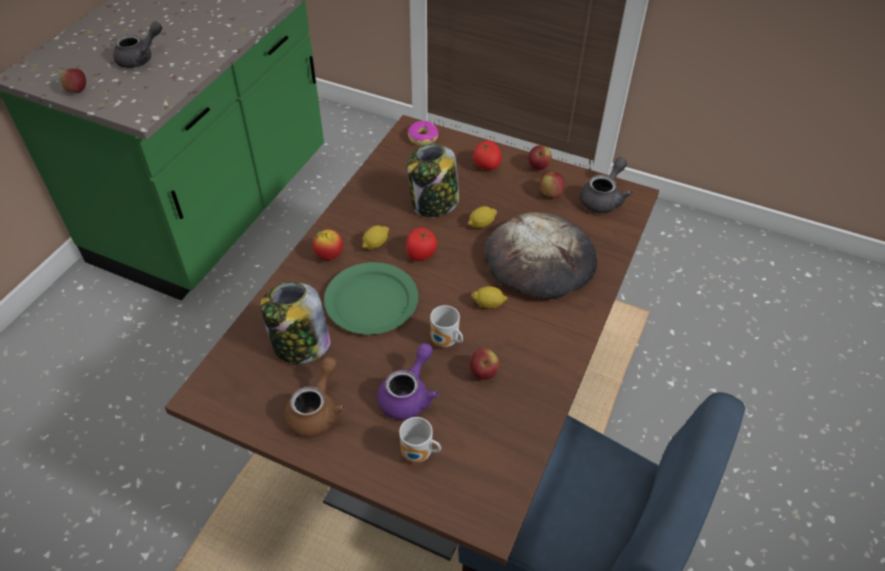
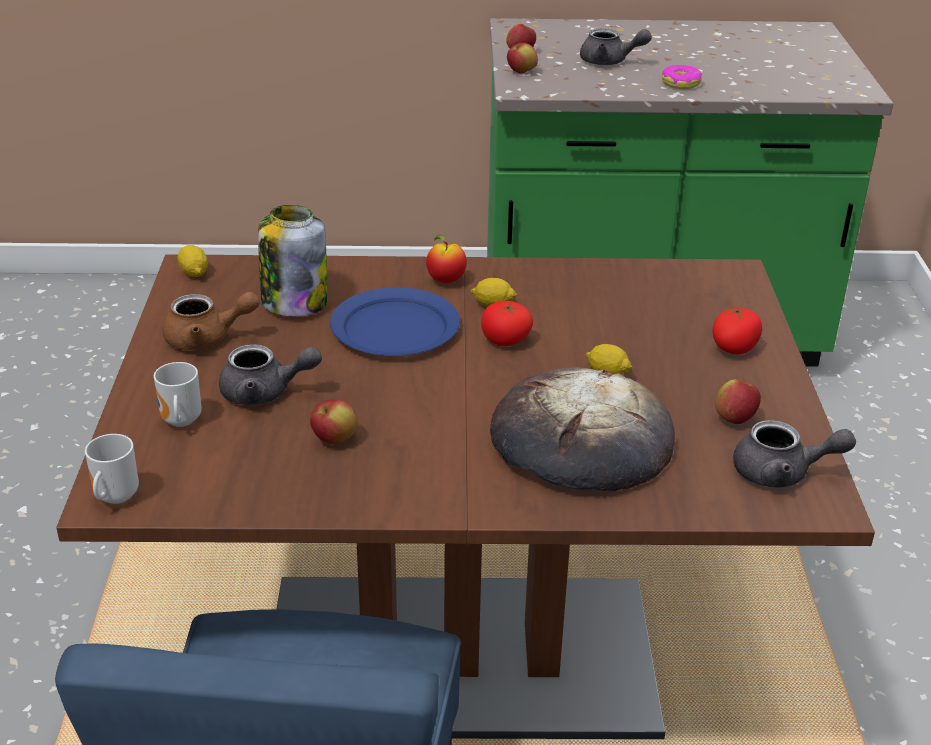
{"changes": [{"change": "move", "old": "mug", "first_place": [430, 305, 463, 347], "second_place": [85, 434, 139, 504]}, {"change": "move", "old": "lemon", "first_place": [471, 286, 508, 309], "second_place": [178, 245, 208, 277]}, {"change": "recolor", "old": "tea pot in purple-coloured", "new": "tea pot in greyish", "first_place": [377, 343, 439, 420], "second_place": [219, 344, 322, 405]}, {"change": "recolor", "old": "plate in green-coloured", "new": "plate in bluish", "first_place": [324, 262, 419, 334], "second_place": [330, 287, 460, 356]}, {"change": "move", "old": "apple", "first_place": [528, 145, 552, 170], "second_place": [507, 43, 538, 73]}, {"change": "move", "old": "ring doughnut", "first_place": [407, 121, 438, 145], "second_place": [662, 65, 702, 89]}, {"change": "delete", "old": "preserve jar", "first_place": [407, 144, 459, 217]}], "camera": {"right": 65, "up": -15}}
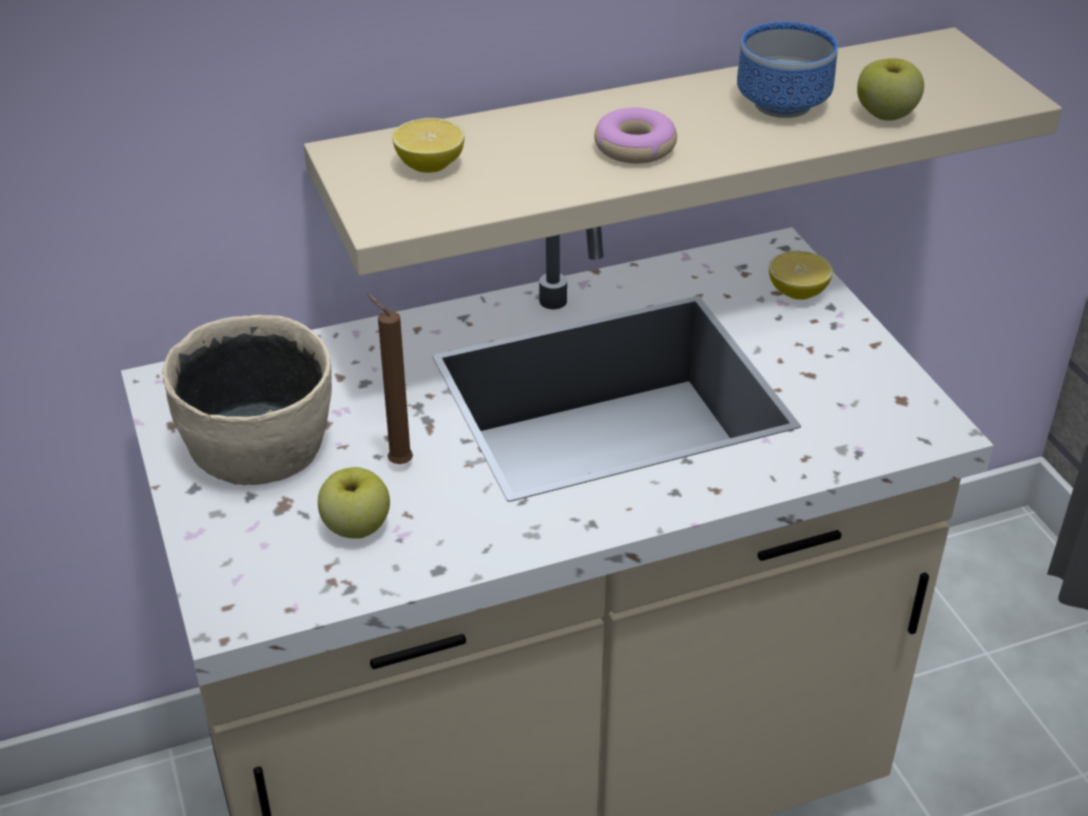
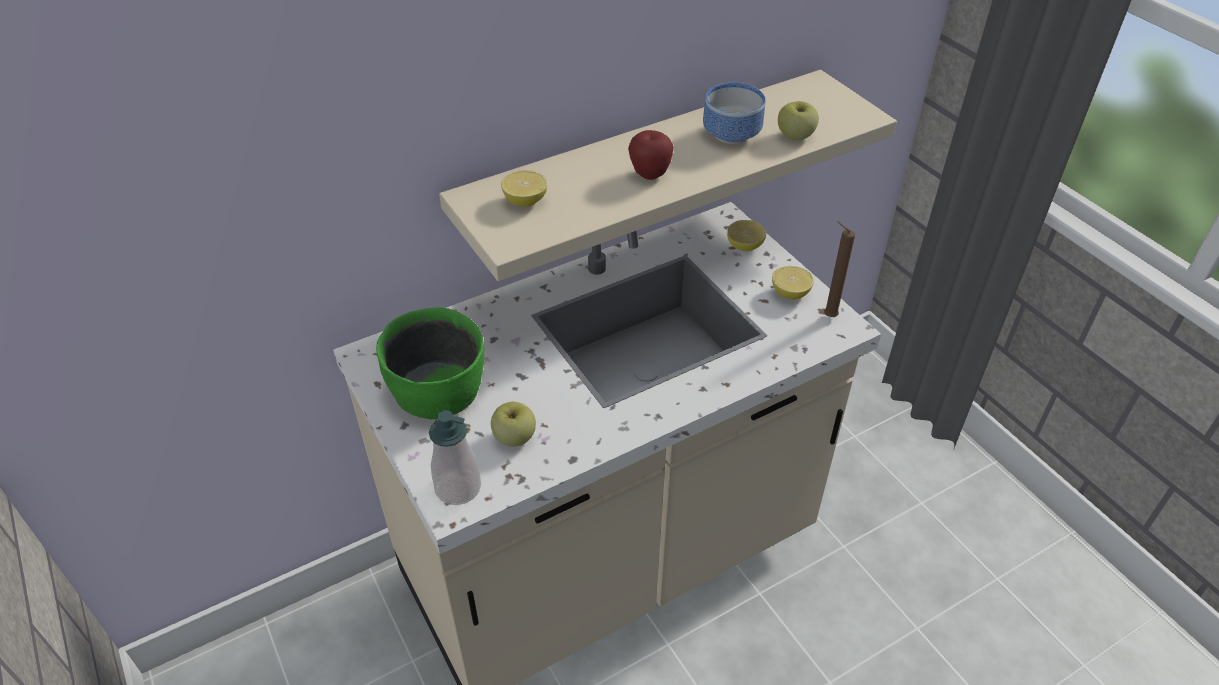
{"changes": [{"change": "recolor", "old": "deep dish in beige-coloured", "new": "deep dish in green-coloured", "first_place": [162, 315, 332, 485], "second_place": [376, 308, 484, 420]}, {"change": "insert", "new": "soap bottle", "second_place": [429, 410, 481, 505]}, {"change": "replace", "old": "ring doughnut", "new": "apple", "first_place": [594, 108, 677, 164], "second_place": [628, 130, 674, 180]}, {"change": "insert", "new": "lemon", "second_place": [772, 266, 814, 300]}, {"change": "move", "old": "candle in brown", "first_place": [367, 293, 413, 464], "second_place": [824, 221, 855, 317]}], "camera": {"right": -10, "up": 5}}
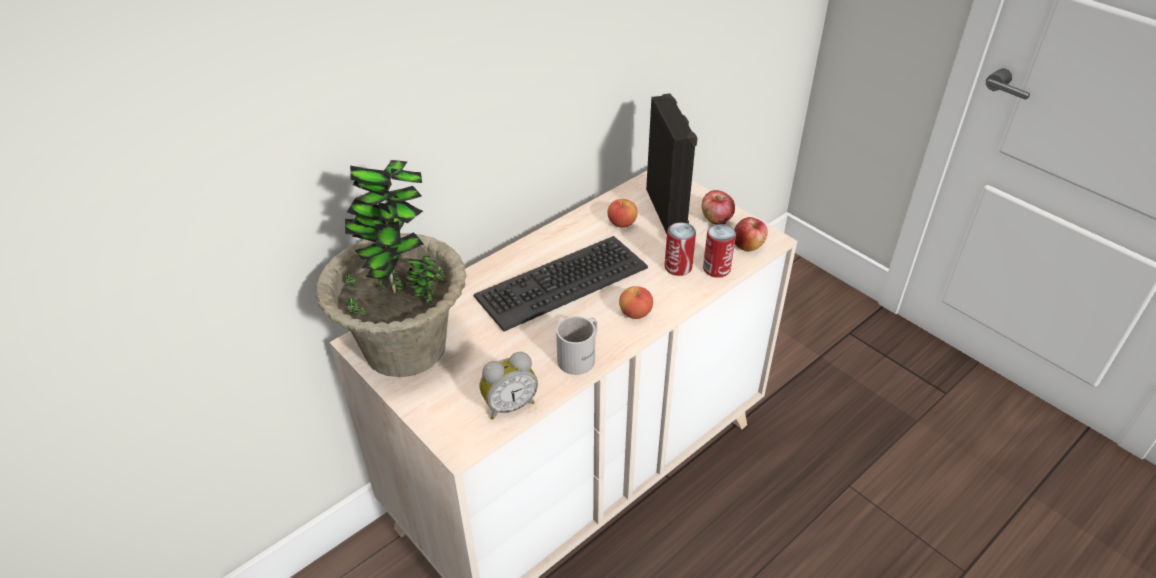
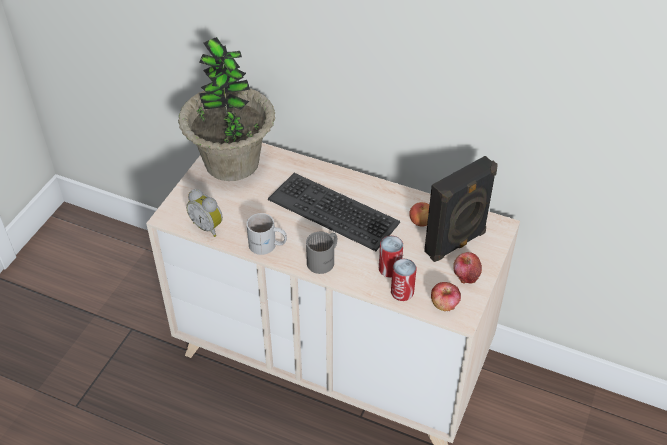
{"changes": [{"change": "replace", "old": "apple", "new": "mug in greyish", "first_place": [619, 286, 653, 319], "second_place": [306, 232, 337, 274]}], "camera": {"right": 65, "up": 5}}
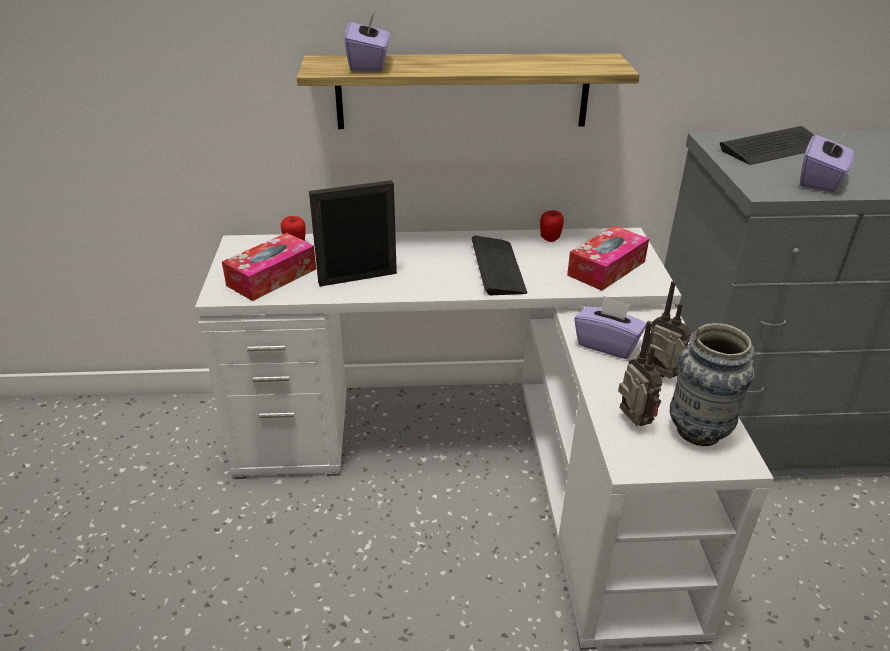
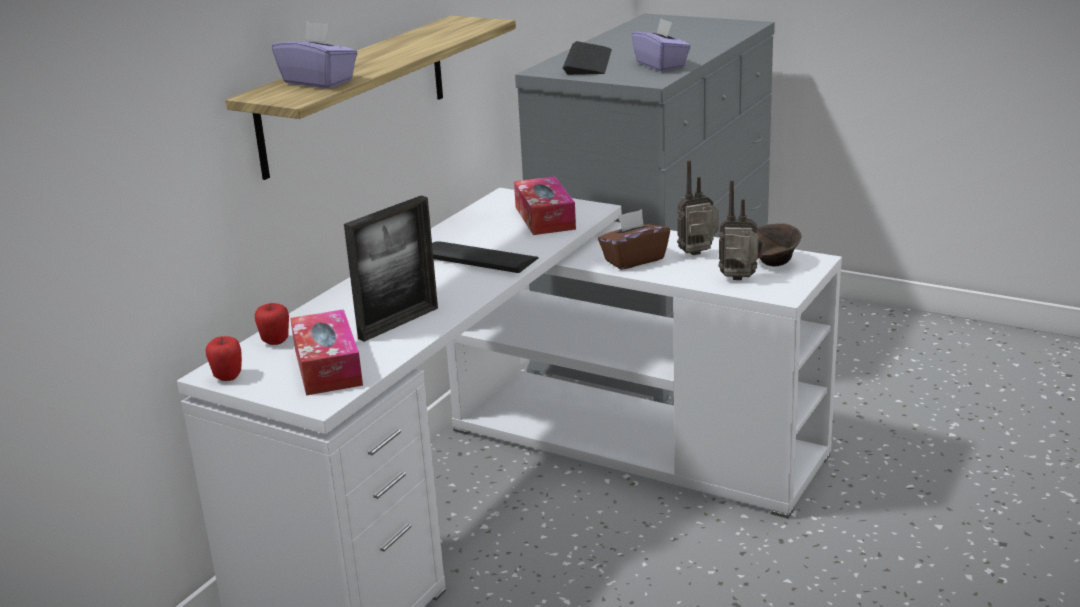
{"changes": [{"change": "move", "old": "apple", "first_place": [540, 210, 564, 242], "second_place": [205, 336, 242, 381]}, {"change": "rotate", "old": "picture frame", "first_place": [309, 180, 397, 287], "second_place": [344, 195, 438, 342], "degrees": -150}, {"change": "recolor", "old": "box of tissues in purple-coloured", "new": "box of tissues in brown", "first_place": [574, 296, 647, 359], "second_place": [598, 209, 670, 270]}, {"change": "replace", "old": "vase", "new": "deep dish in brown", "first_place": [670, 323, 755, 446], "second_place": [757, 224, 802, 267]}], "camera": {"right": -55, "up": -10}}
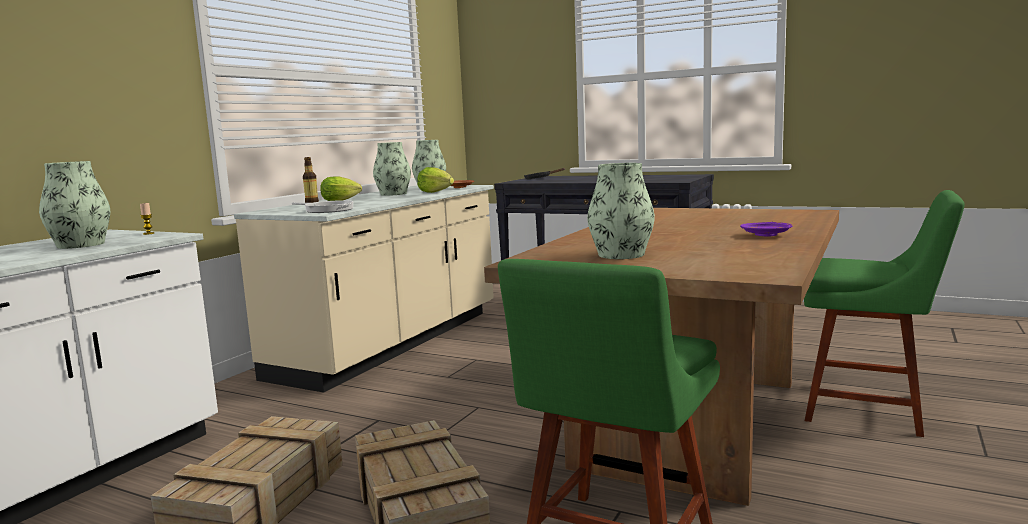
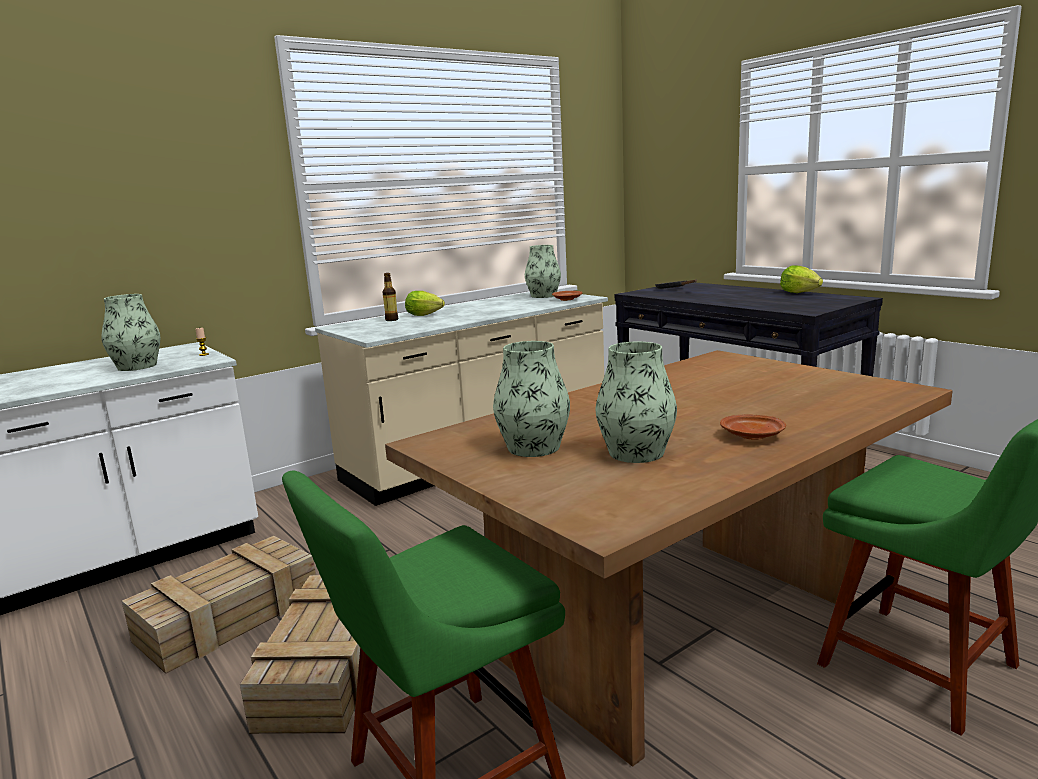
{"changes": [{"change": "move", "old": "vase", "first_place": [373, 142, 411, 196], "second_place": [595, 342, 677, 463]}, {"change": "recolor", "old": "plate in purple-coloured", "new": "plate in brown", "first_place": [740, 222, 792, 237], "second_place": [720, 415, 786, 440]}, {"change": "move", "old": "lettuce", "first_place": [418, 167, 454, 193], "second_place": [780, 265, 823, 293]}, {"change": "delete", "old": "pan", "first_place": [292, 200, 353, 213]}], "camera": {"right": 25, "up": 5}}
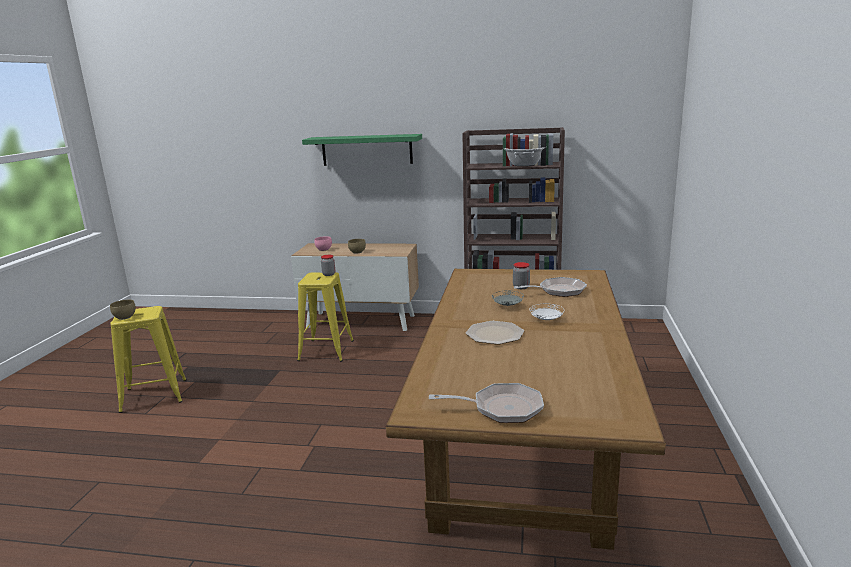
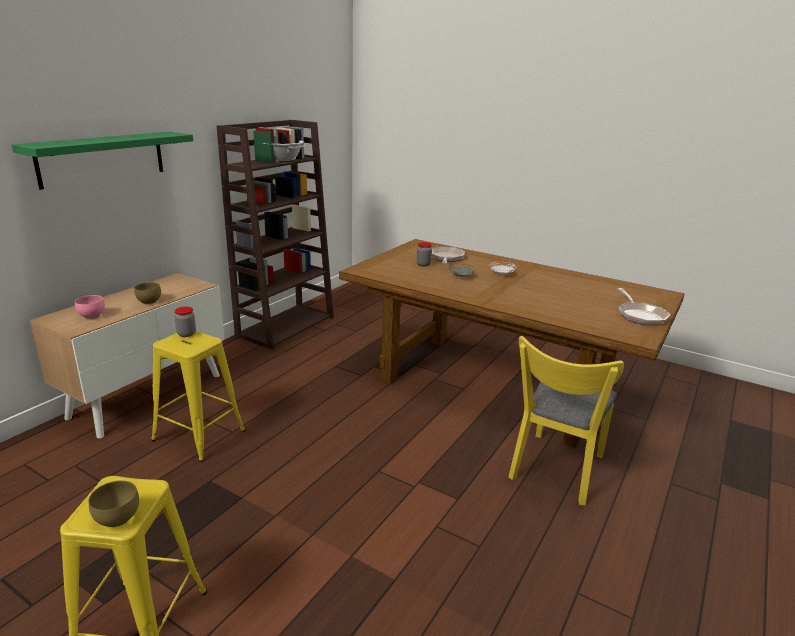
{"changes": [{"change": "insert", "new": "chair in yellowish", "second_place": [508, 336, 624, 505]}, {"change": "rotate", "old": "pan", "first_place": [429, 383, 544, 423], "second_place": [617, 288, 670, 325], "degrees": 150}, {"change": "delete", "old": "plate", "first_place": [466, 321, 524, 345]}], "camera": {"right": -70, "up": 5}}
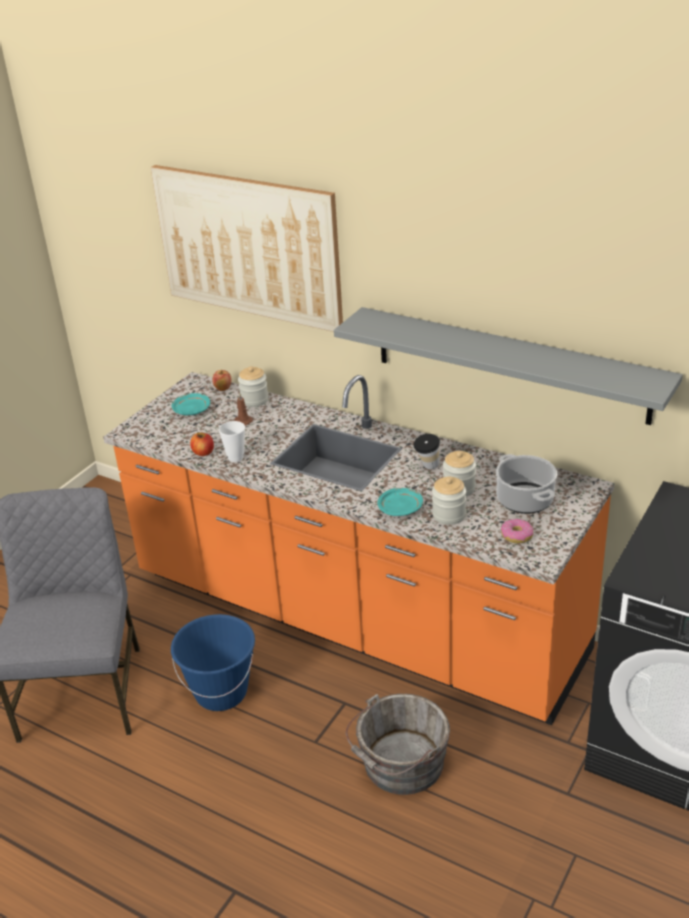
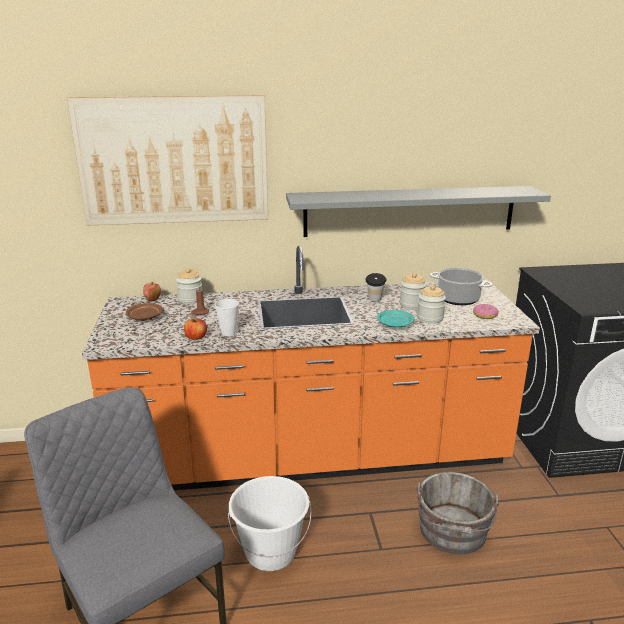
{"changes": [{"change": "recolor", "old": "plate in blue-green", "new": "plate in brown", "first_place": [171, 393, 210, 415], "second_place": [126, 303, 163, 321]}, {"change": "recolor", "old": "pail in bluish", "new": "pail in white", "first_place": [171, 614, 255, 711], "second_place": [228, 476, 312, 571]}], "camera": {"right": -40, "up": -10}}
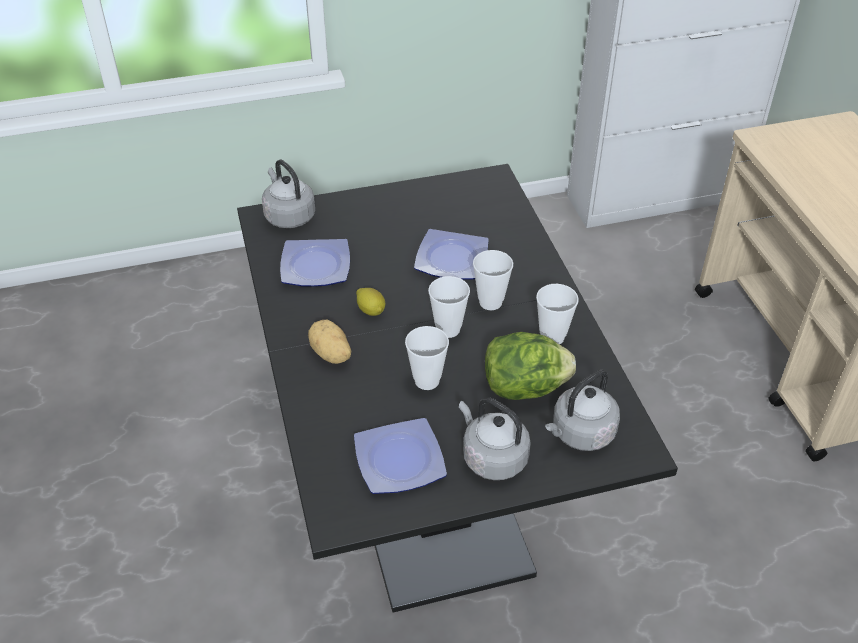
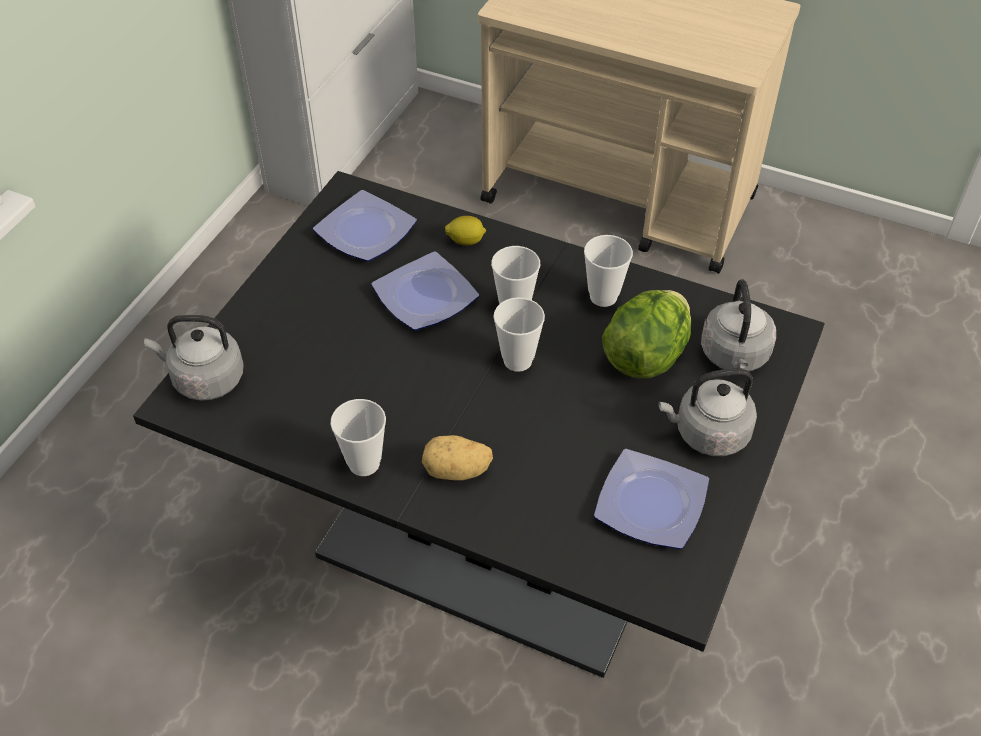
{"changes": [{"change": "move", "old": "plate", "first_place": [280, 239, 350, 287], "second_place": [313, 190, 417, 261]}, {"change": "move", "old": "cup", "first_place": [405, 326, 449, 390], "second_place": [330, 399, 386, 476]}, {"change": "move", "old": "lemon", "first_place": [356, 288, 385, 316], "second_place": [445, 216, 486, 246]}], "camera": {"right": -50, "up": 5}}
